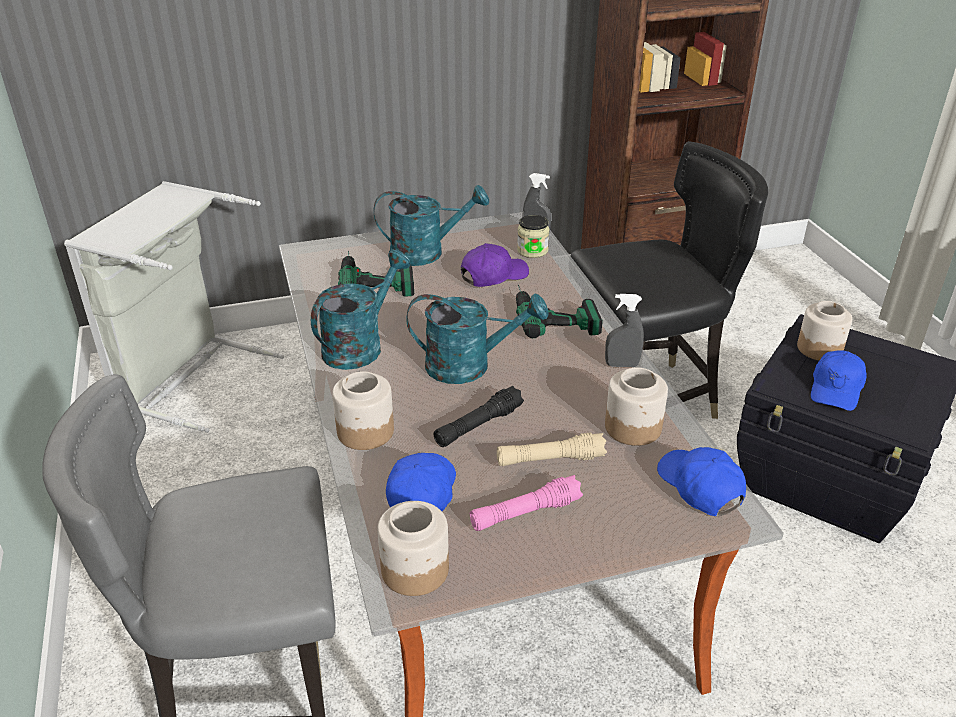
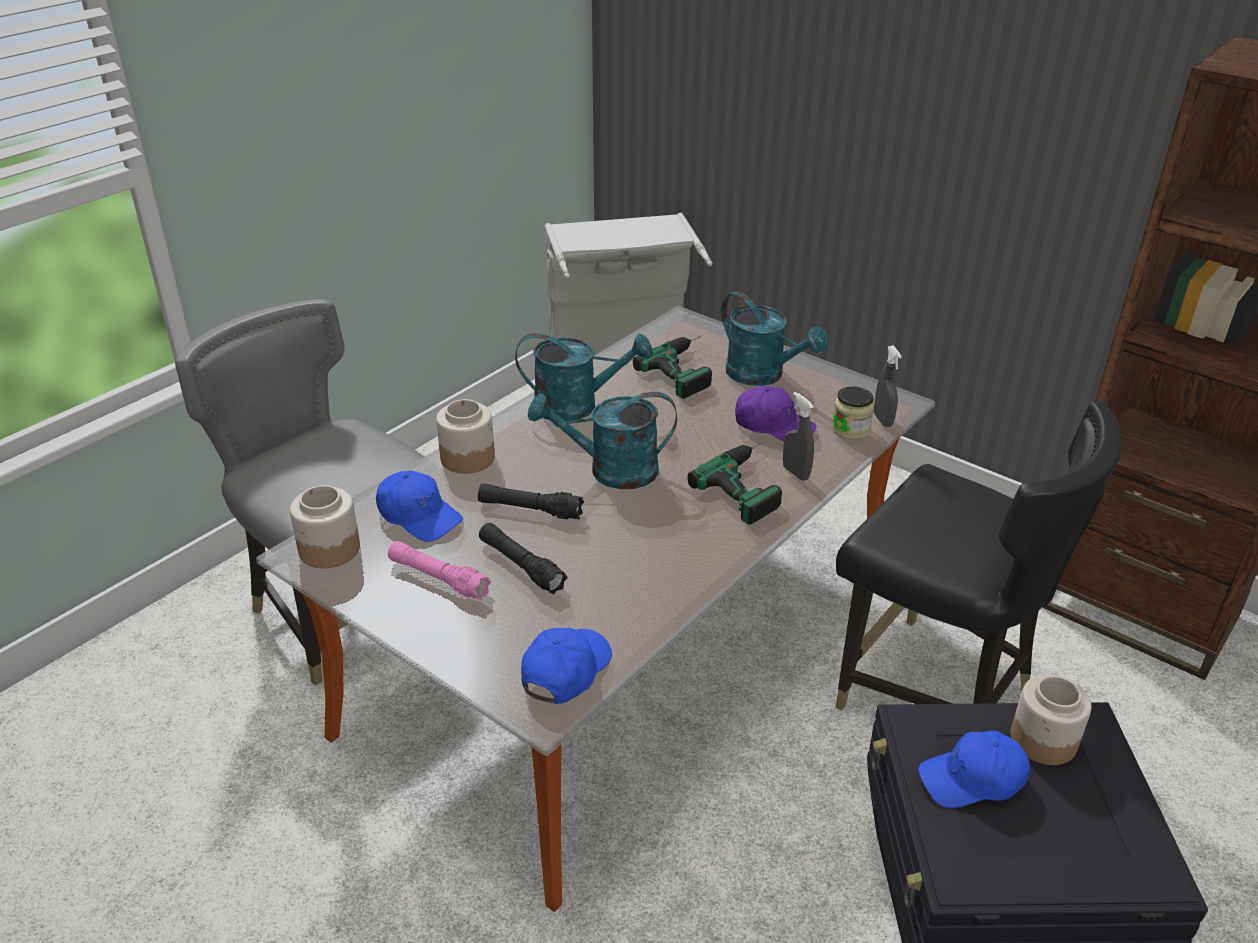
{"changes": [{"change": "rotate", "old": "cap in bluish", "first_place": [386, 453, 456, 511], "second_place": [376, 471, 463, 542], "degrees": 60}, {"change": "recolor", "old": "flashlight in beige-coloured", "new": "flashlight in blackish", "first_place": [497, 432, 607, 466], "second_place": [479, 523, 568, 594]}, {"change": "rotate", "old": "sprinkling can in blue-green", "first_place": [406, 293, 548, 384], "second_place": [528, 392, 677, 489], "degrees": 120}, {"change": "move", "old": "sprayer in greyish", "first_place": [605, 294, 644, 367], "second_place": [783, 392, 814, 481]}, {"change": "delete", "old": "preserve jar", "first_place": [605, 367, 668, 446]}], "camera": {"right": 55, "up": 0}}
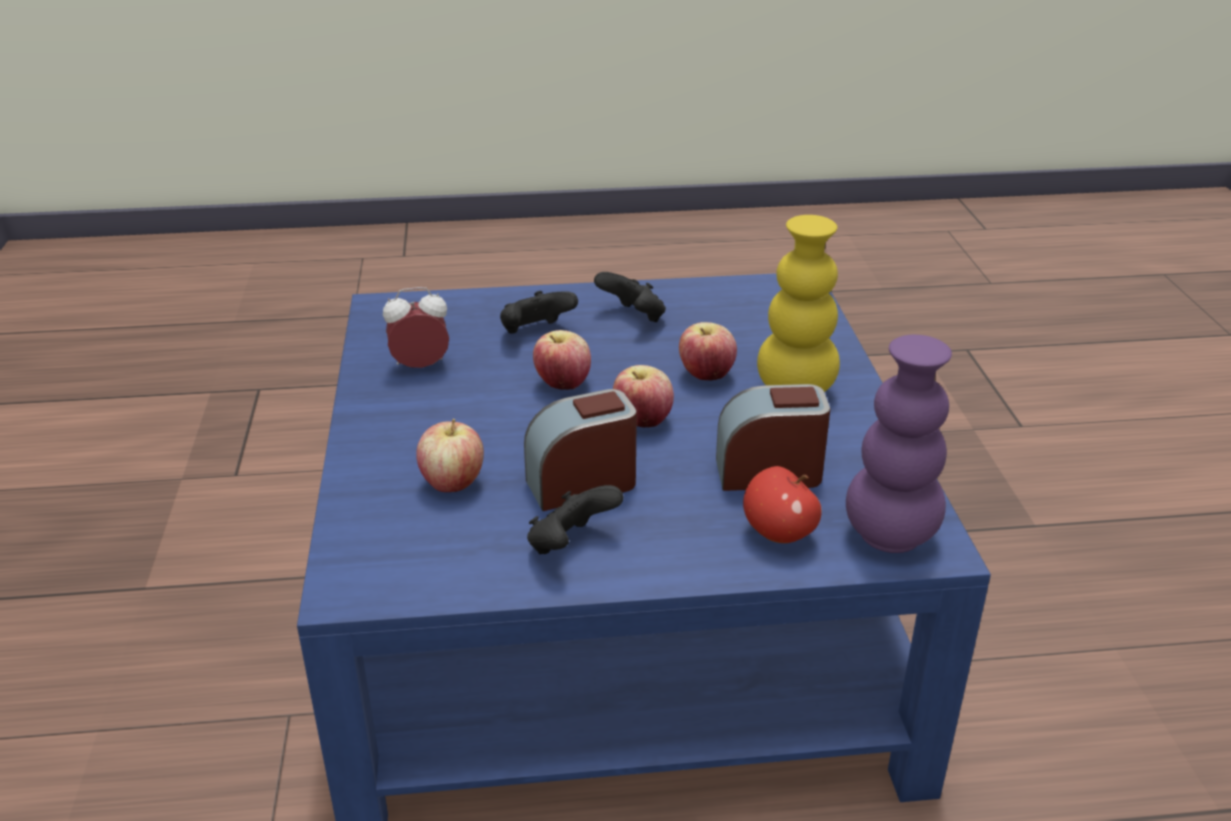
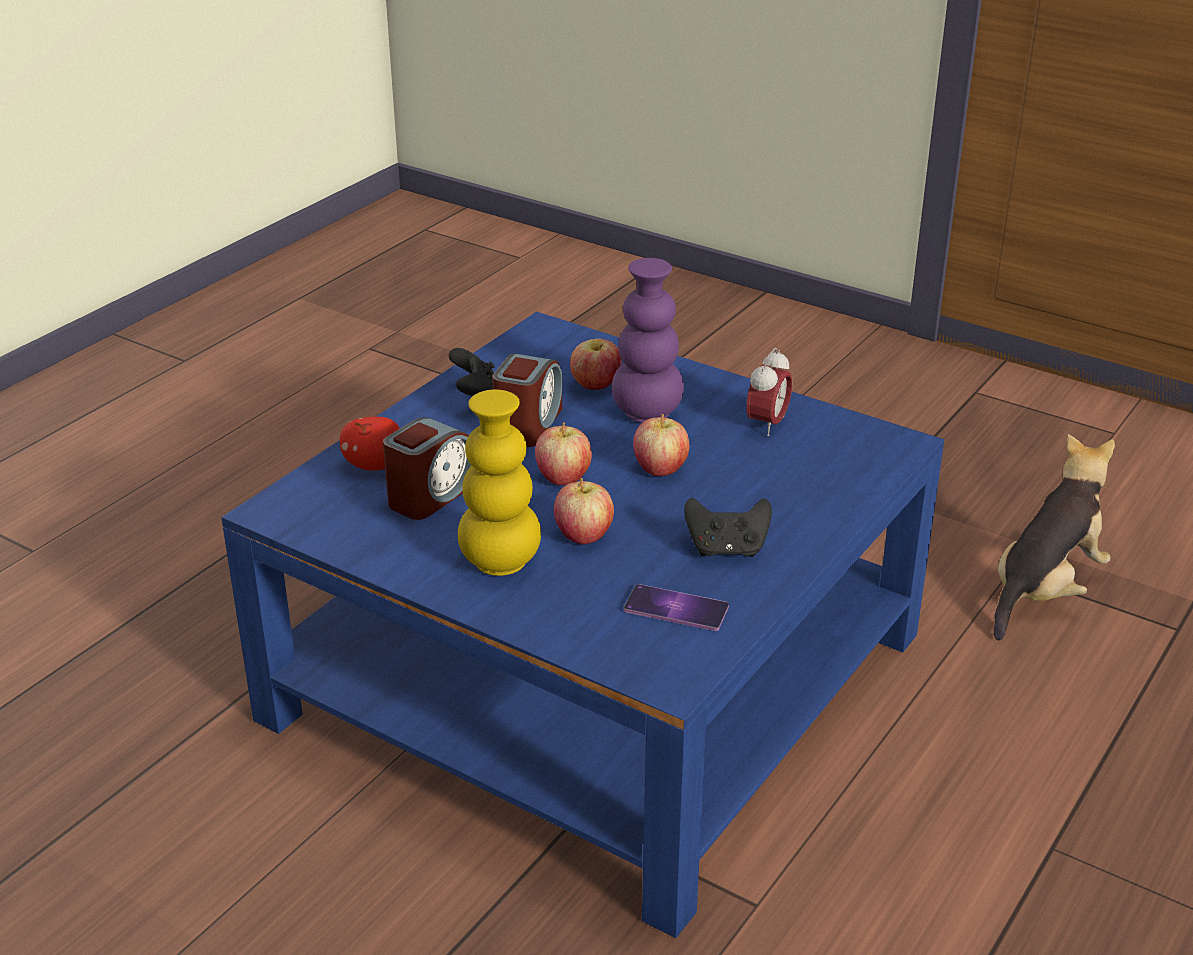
{"changes": [{"change": "move", "old": "vase in purple-coloured", "first_place": [846, 335, 952, 553], "second_place": [612, 258, 684, 423]}, {"change": "insert", "new": "telephone", "second_place": [624, 584, 729, 631]}, {"change": "insert", "new": "cuddly toy", "second_place": [994, 434, 1115, 640]}, {"change": "delete", "old": "joypad in blackish", "first_place": [500, 291, 578, 334]}], "camera": {"right": 130, "up": 0}}
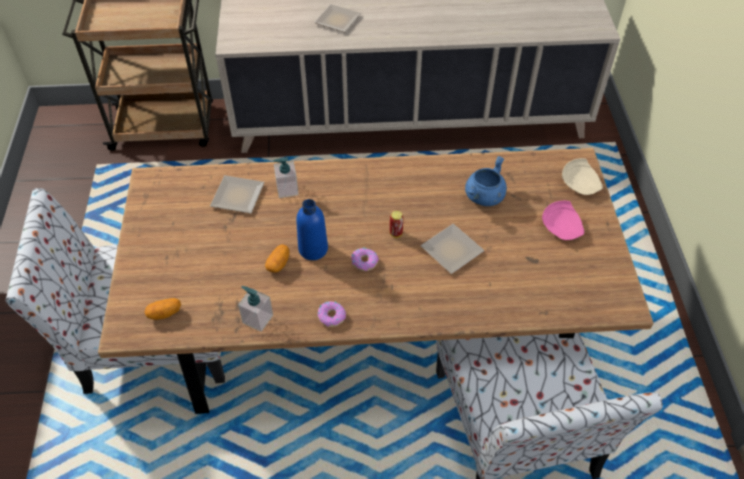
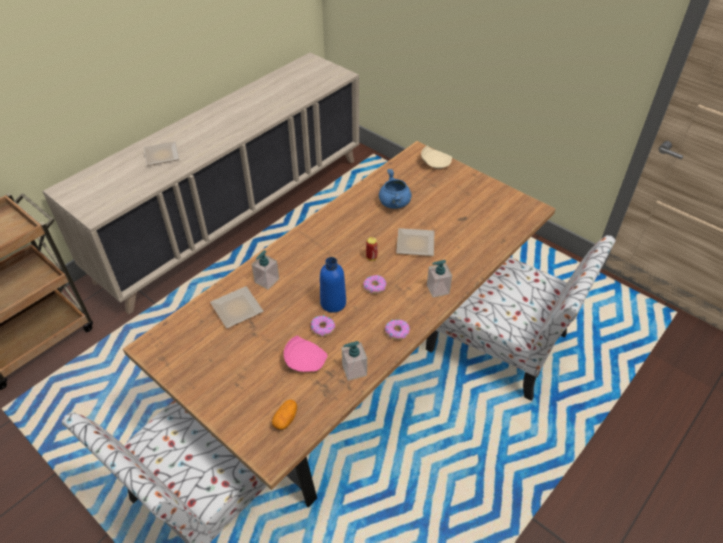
{"changes": [{"change": "move", "old": "plate in pink-coloured", "first_place": [542, 201, 584, 240], "second_place": [284, 336, 327, 372]}, {"change": "replace", "old": "whole potato", "new": "ring doughnut", "first_place": [265, 244, 289, 273], "second_place": [311, 315, 335, 337]}, {"change": "insert", "new": "soap bottle", "second_place": [427, 260, 452, 297]}], "camera": {"right": -45, "up": -5}}
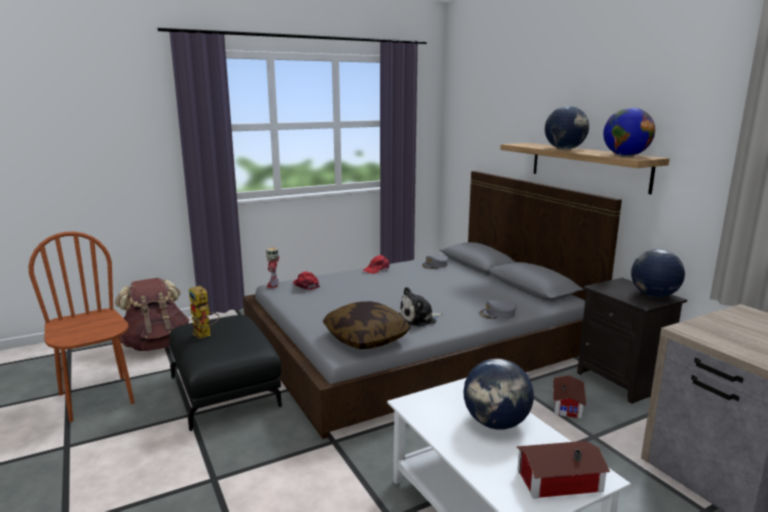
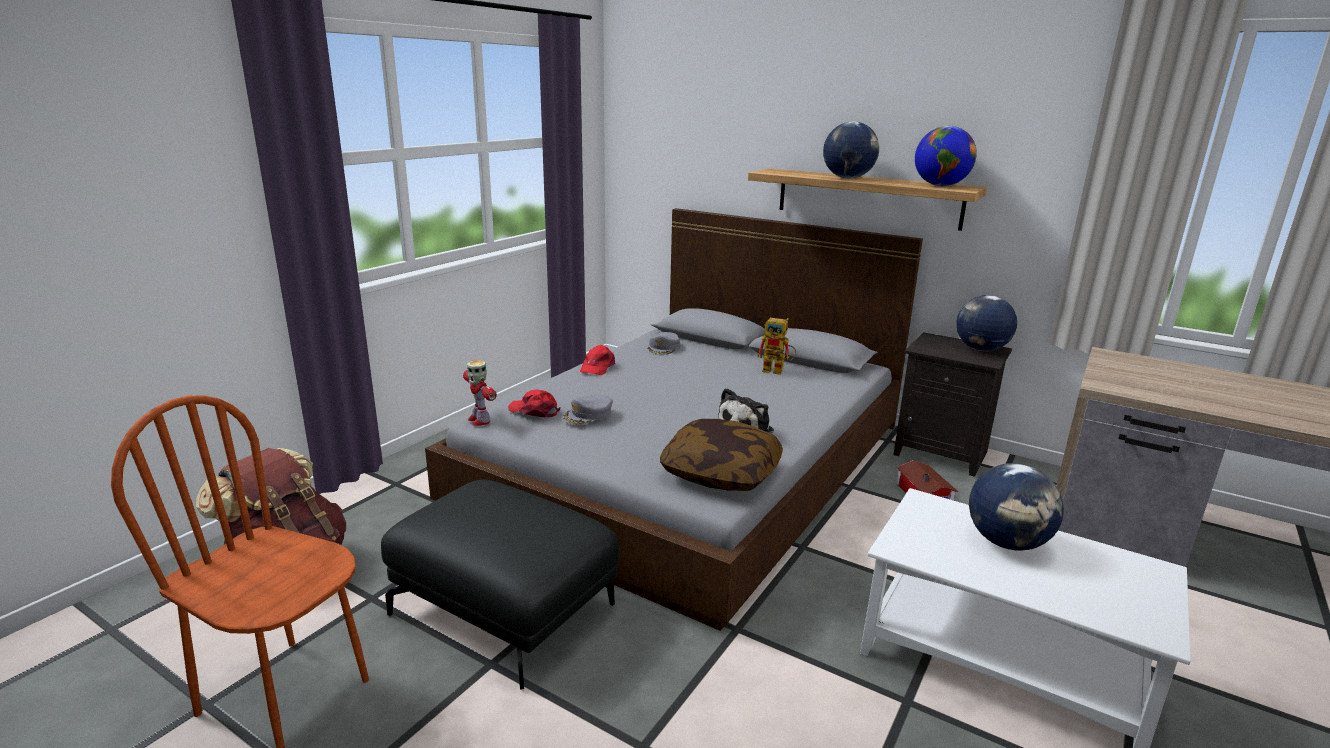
{"changes": [{"change": "move", "old": "cap in greyish", "first_place": [478, 300, 517, 319], "second_place": [562, 395, 613, 425]}, {"change": "move", "old": "toy robot", "first_place": [189, 286, 219, 339], "second_place": [757, 318, 796, 375]}, {"change": "delete", "old": "model house", "first_place": [516, 441, 610, 498]}], "camera": {"right": -30, "up": 5}}
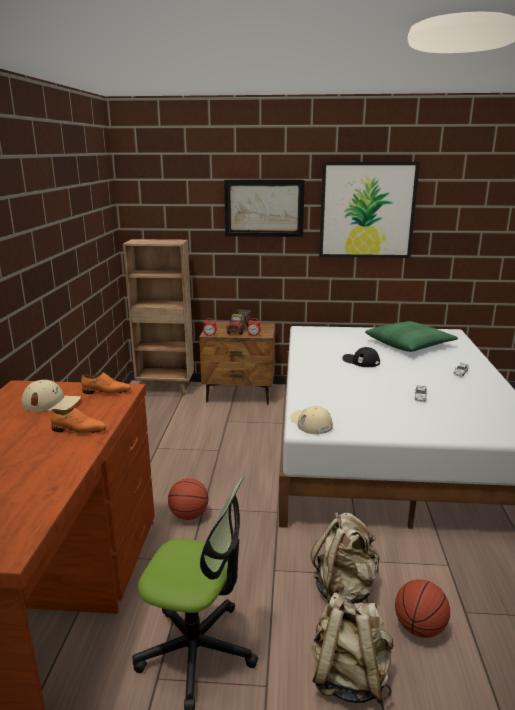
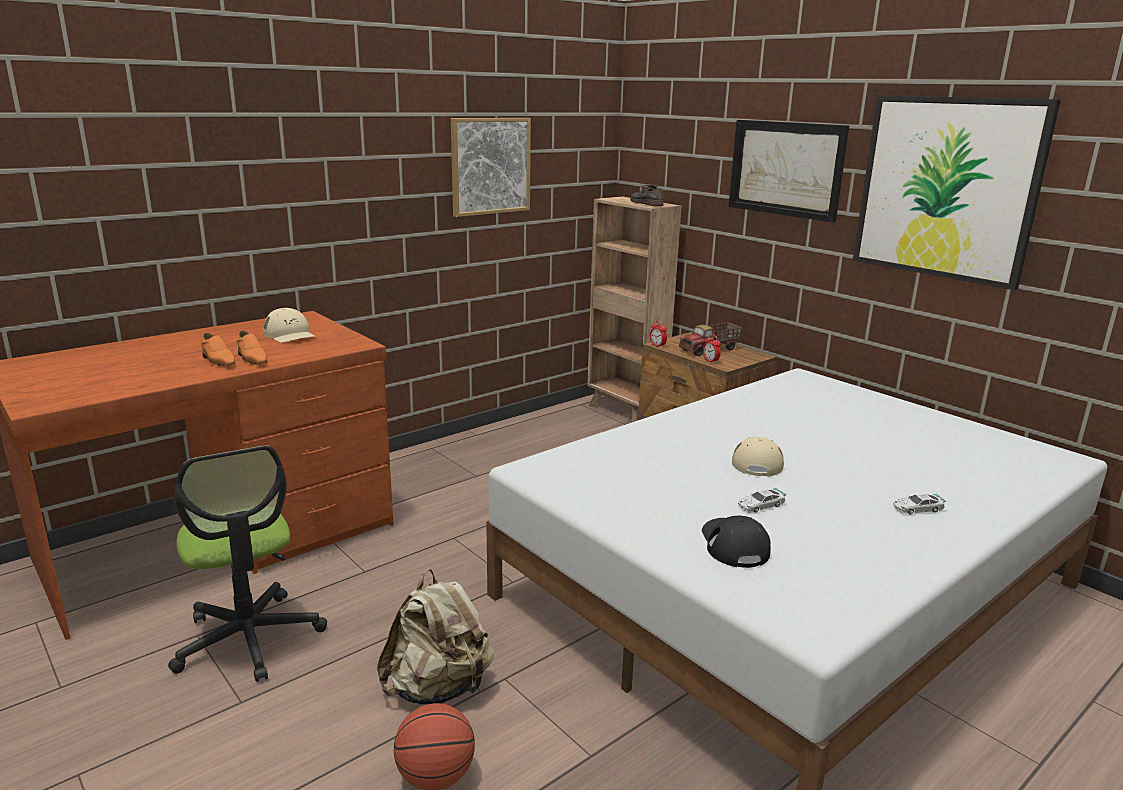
{"changes": [{"change": "move", "old": "low shoe in orangey", "first_place": [81, 372, 131, 395], "second_place": [201, 333, 235, 367]}, {"change": "insert", "new": "picture", "second_place": [451, 118, 531, 217]}, {"change": "insert", "new": "low shoe in greyish", "second_place": [630, 185, 664, 206]}, {"change": "move", "old": "cap in blackish", "first_place": [343, 347, 380, 367], "second_place": [702, 516, 771, 568]}, {"change": "move", "old": "cap in beige-coloured", "first_place": [290, 406, 333, 434], "second_place": [732, 437, 784, 477]}, {"change": "delete", "old": "basketball", "first_place": [168, 478, 208, 520]}, {"change": "delete", "old": "backpack in beige-coloured", "first_place": [311, 593, 393, 705]}, {"change": "delete", "old": "cushion in green-coloured", "first_place": [365, 321, 458, 352]}], "camera": {"right": 45, "up": 0}}
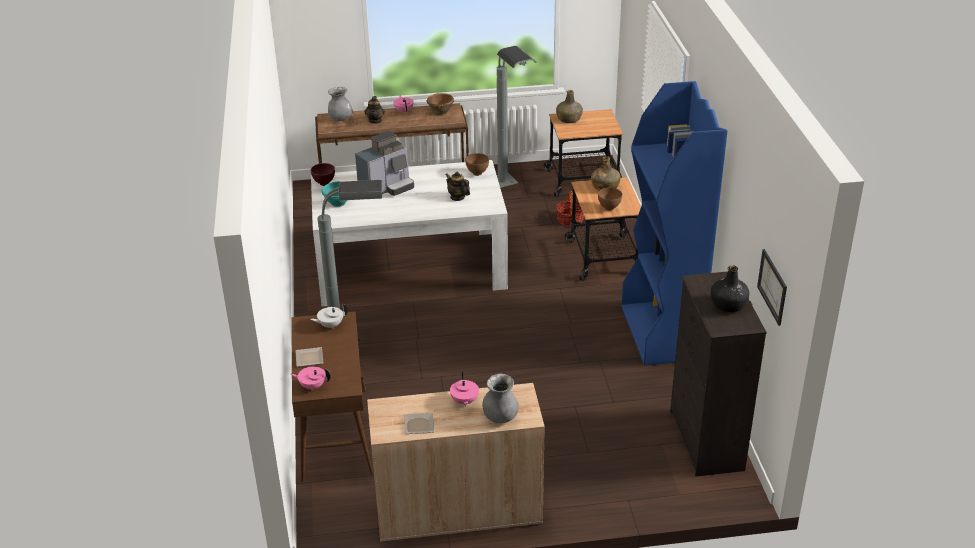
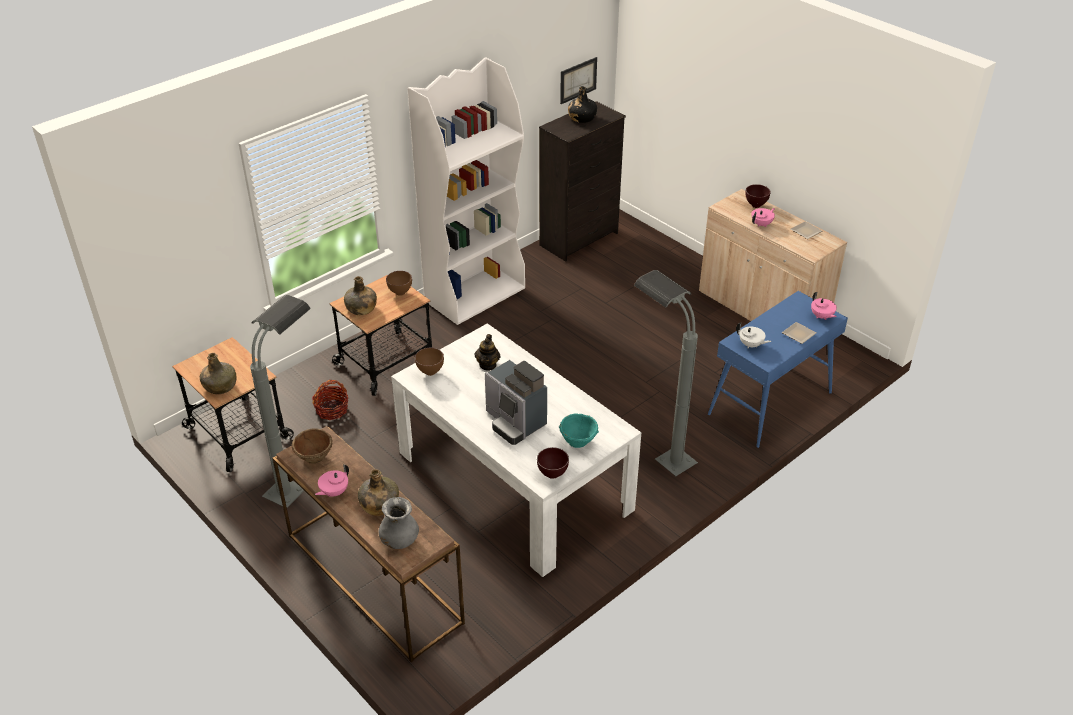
{"changes": [{"change": "replace", "old": "tea pot", "new": "drink bottle in green-coloured", "first_place": [365, 96, 385, 124], "second_place": [358, 469, 399, 516]}, {"change": "recolor", "old": "bookshelf in bluish", "new": "bookshelf in white", "first_place": [621, 81, 728, 366], "second_place": [407, 57, 525, 325]}, {"change": "rotate", "old": "coffee maker", "first_place": [355, 131, 414, 196], "second_place": [485, 360, 547, 445], "degrees": -150}, {"change": "recolor", "old": "narrow table in brown", "new": "narrow table in bluish", "first_place": [291, 312, 373, 482], "second_place": [708, 291, 848, 448]}, {"change": "replace", "old": "vase in greyish", "new": "deep dish in brown", "first_place": [482, 373, 519, 423], "second_place": [745, 184, 770, 208]}], "camera": {"right": -125, "up": 5}}
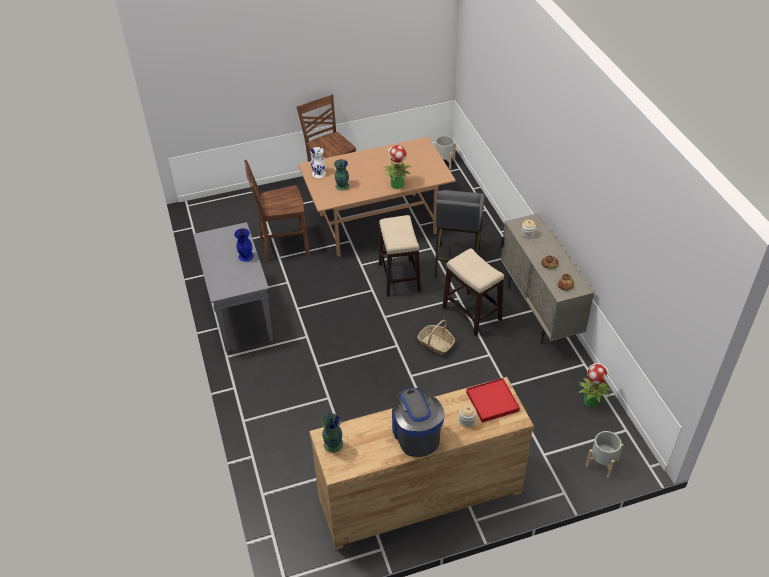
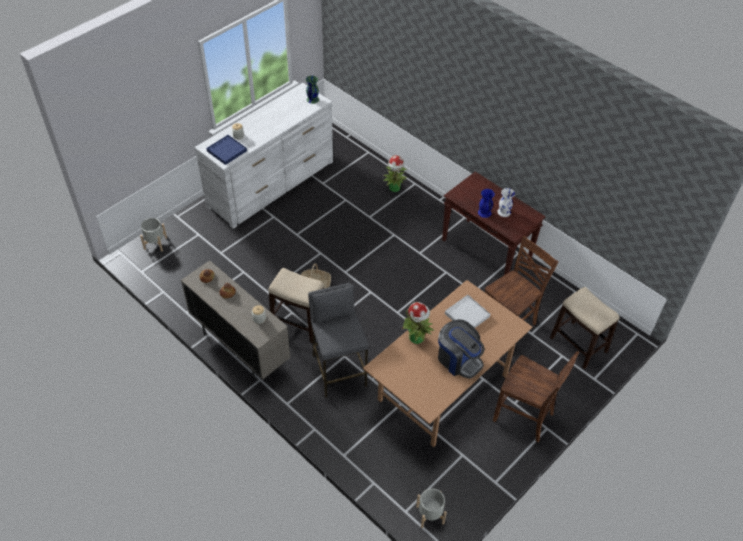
{"changes": [{"change": "recolor", "old": "chest of drawers in brown", "new": "chest of drawers in white", "first_place": [309, 377, 534, 550], "second_place": [194, 83, 333, 229]}, {"change": "recolor", "old": "tray in red", "new": "tray in bluish", "first_place": [466, 378, 520, 423], "second_place": [206, 135, 247, 165]}, {"change": "move", "old": "plant in a pot", "first_place": [578, 363, 612, 407], "second_place": [383, 155, 407, 192]}, {"change": "move", "old": "coffee maker", "first_place": [392, 388, 445, 457], "second_place": [438, 319, 485, 379]}, {"change": "recolor", "old": "narrow table in greyish", "new": "narrow table in brown", "first_place": [193, 222, 273, 352], "second_place": [442, 172, 546, 275]}, {"change": "replace", "old": "vase in green-coloured", "new": "tray in white", "first_place": [334, 159, 349, 191], "second_place": [445, 295, 490, 328]}, {"change": "move", "old": "vase in white", "first_place": [310, 147, 326, 178], "second_place": [497, 188, 515, 217]}, {"change": "move", "old": "sitting stool", "first_place": [379, 215, 421, 297], "second_place": [550, 287, 620, 369]}], "camera": {"right": 150, "up": 5}}
